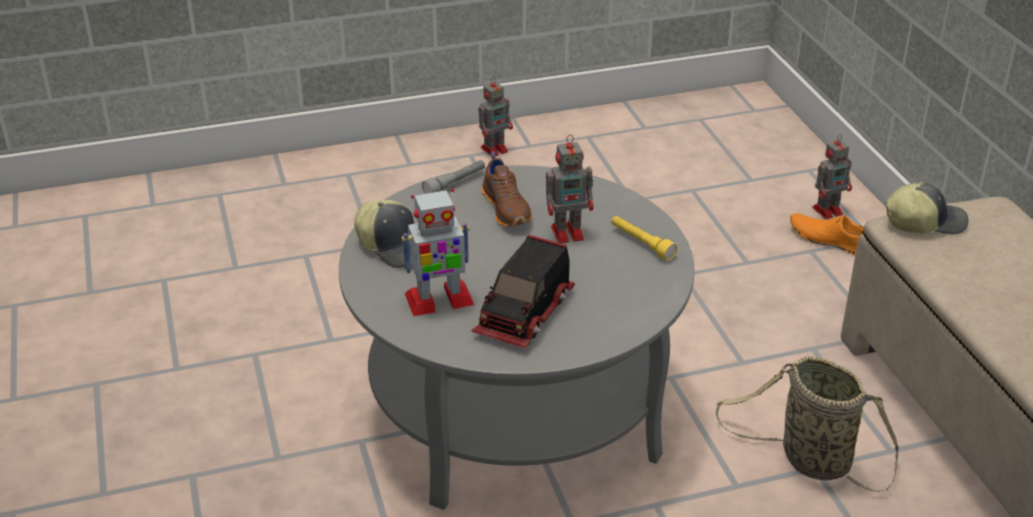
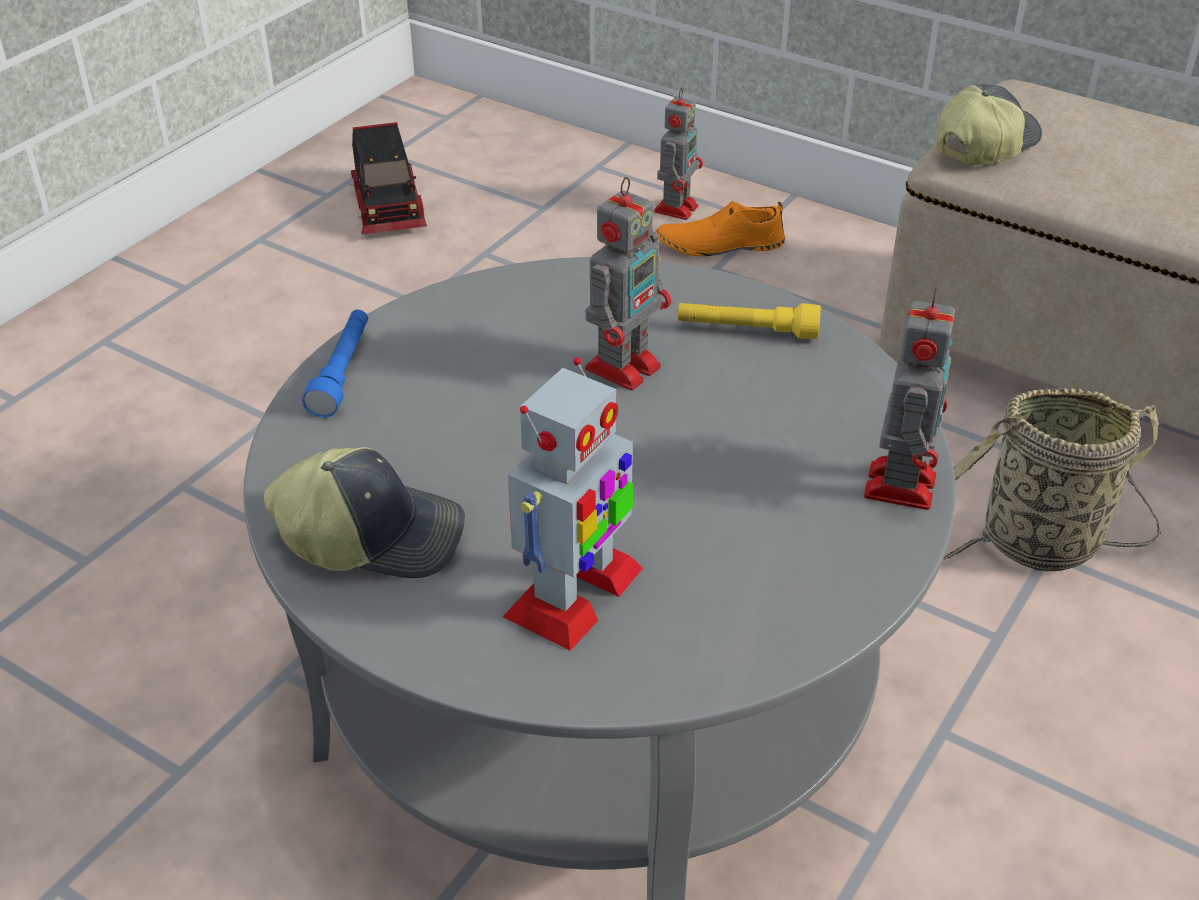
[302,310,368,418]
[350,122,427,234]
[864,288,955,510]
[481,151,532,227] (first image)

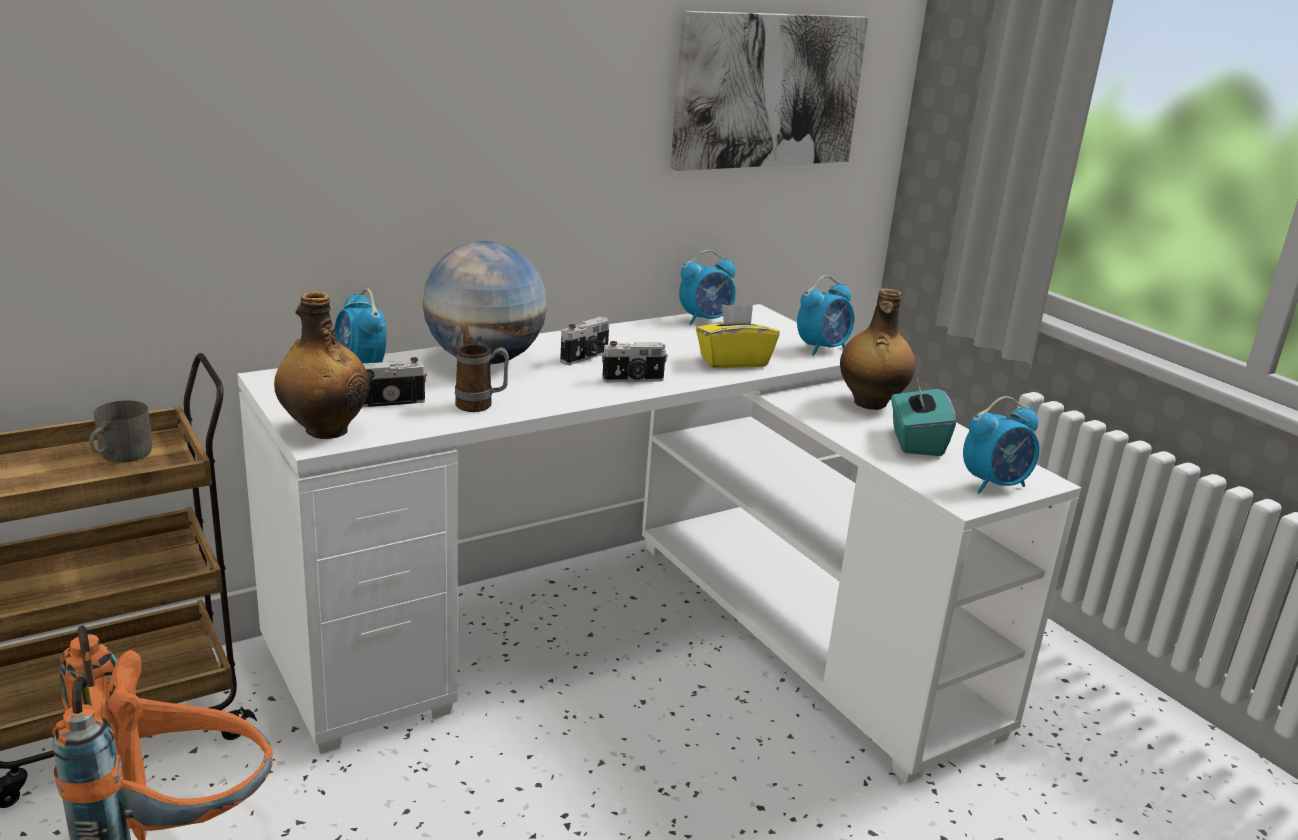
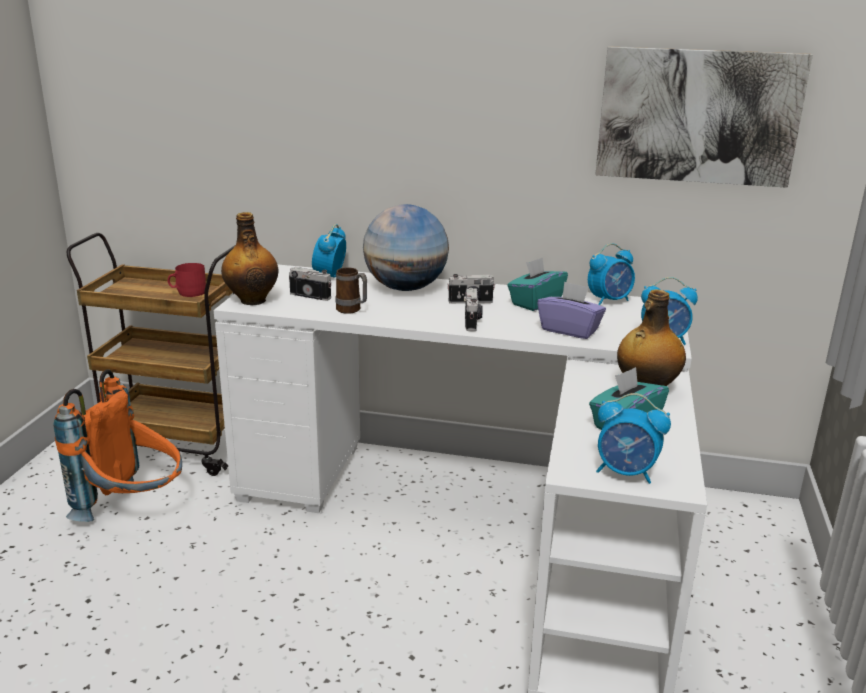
[168,263,206,297]
[464,288,483,331]
[588,243,635,305]
[537,282,606,339]
[507,258,568,311]

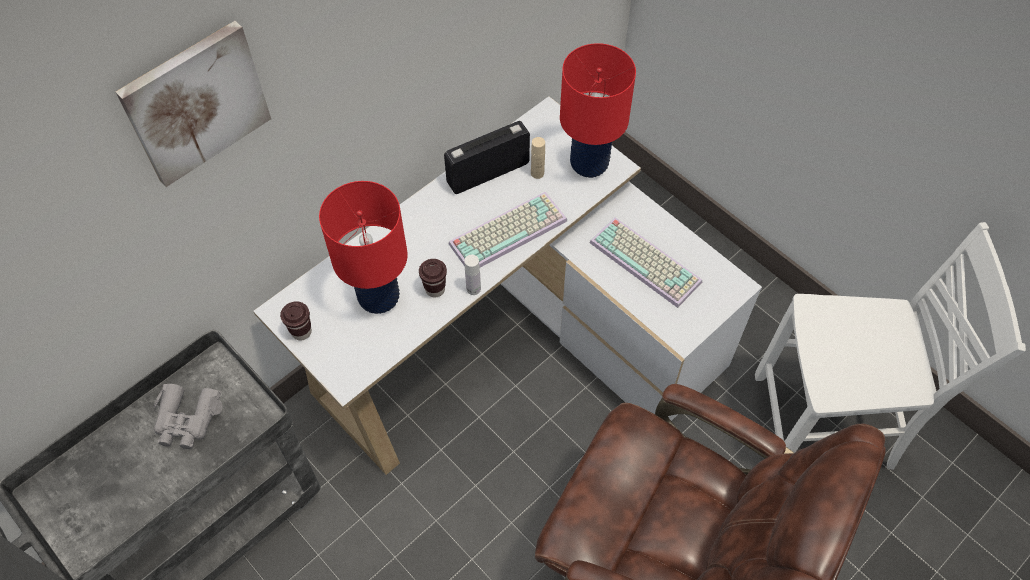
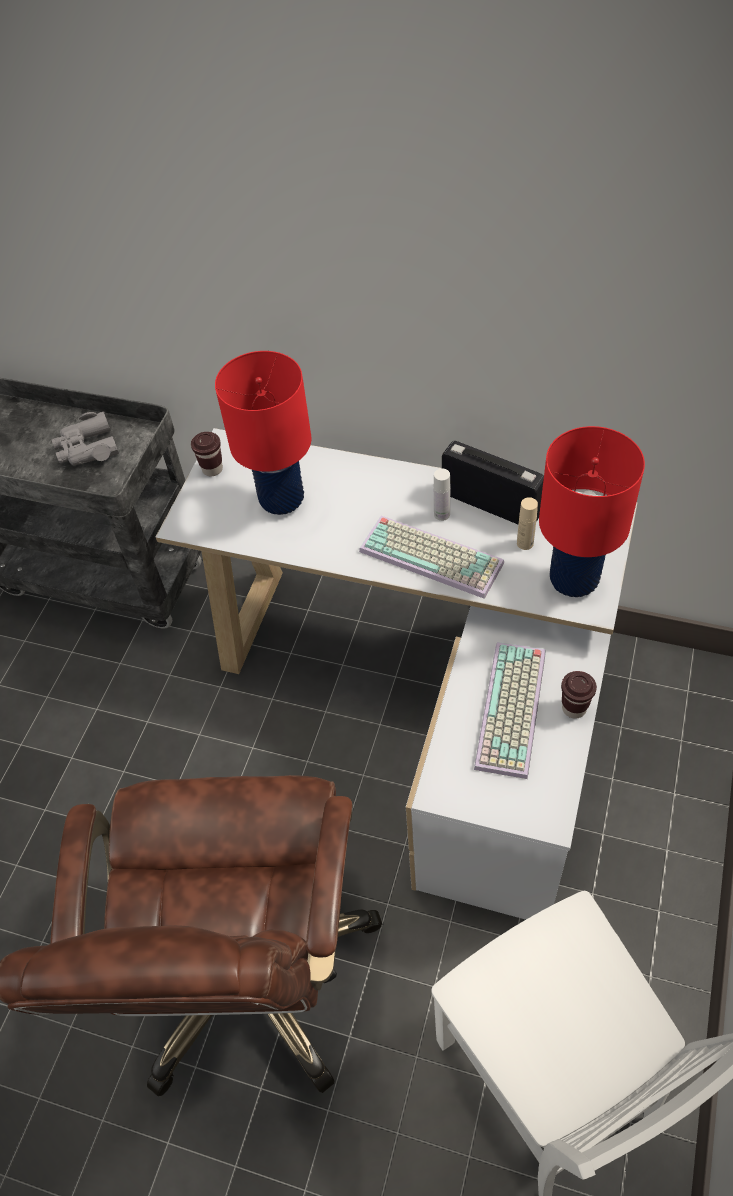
[116,21,271,187] (first image)
[561,671,597,719]
[434,469,450,521]

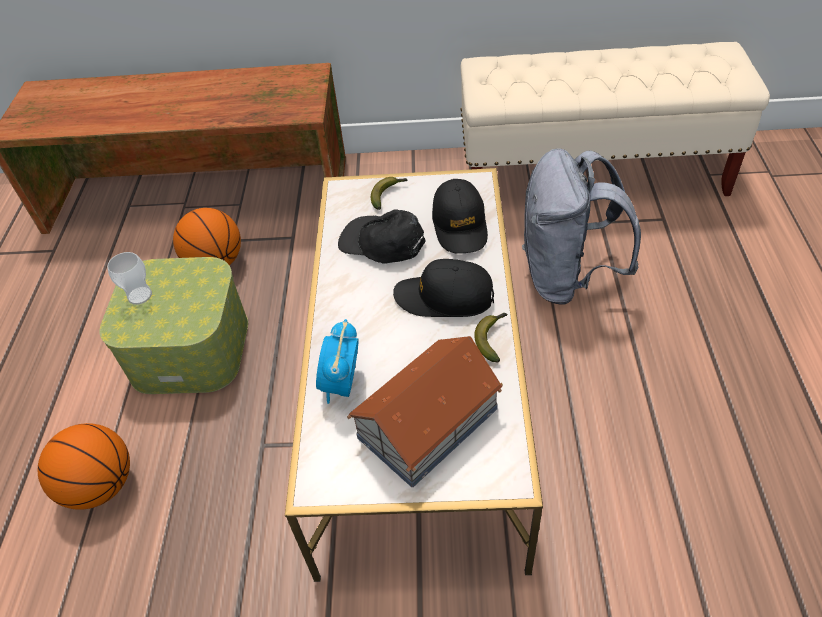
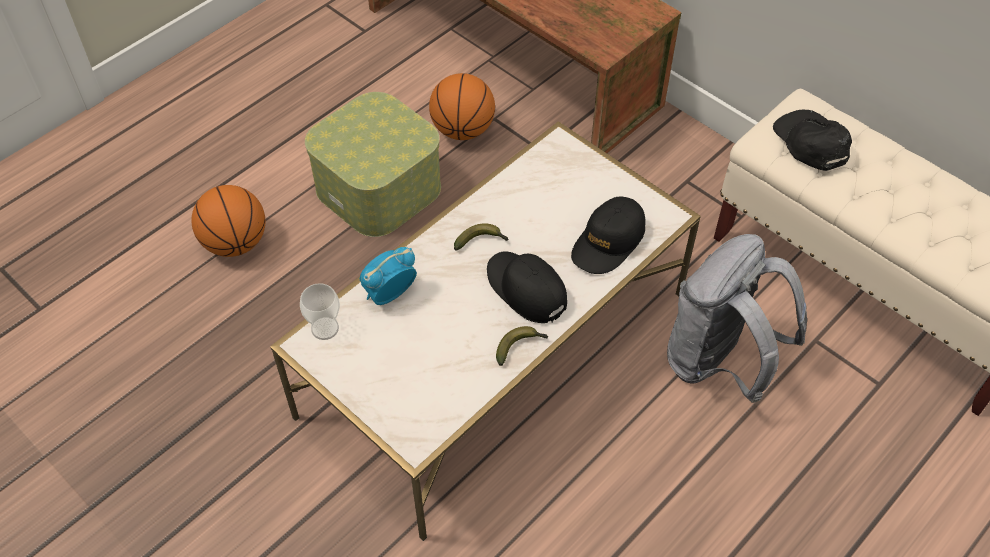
[300,283,340,340]
[773,110,852,171]
[347,336,503,487] (first image)
[454,223,509,251]

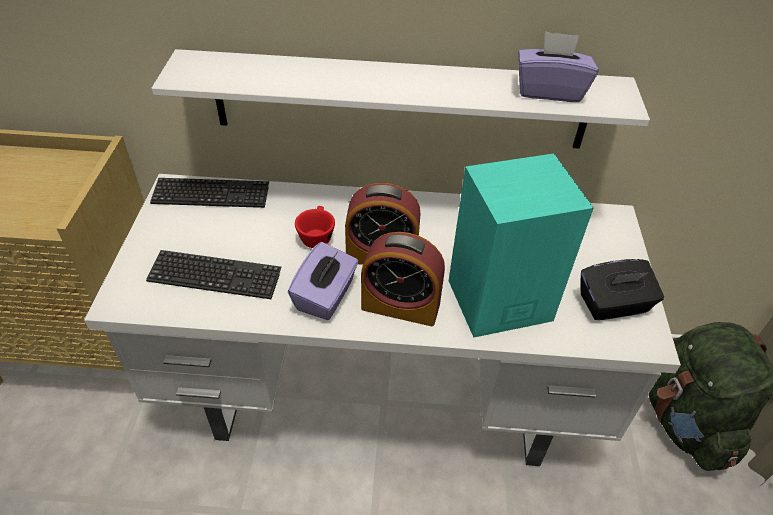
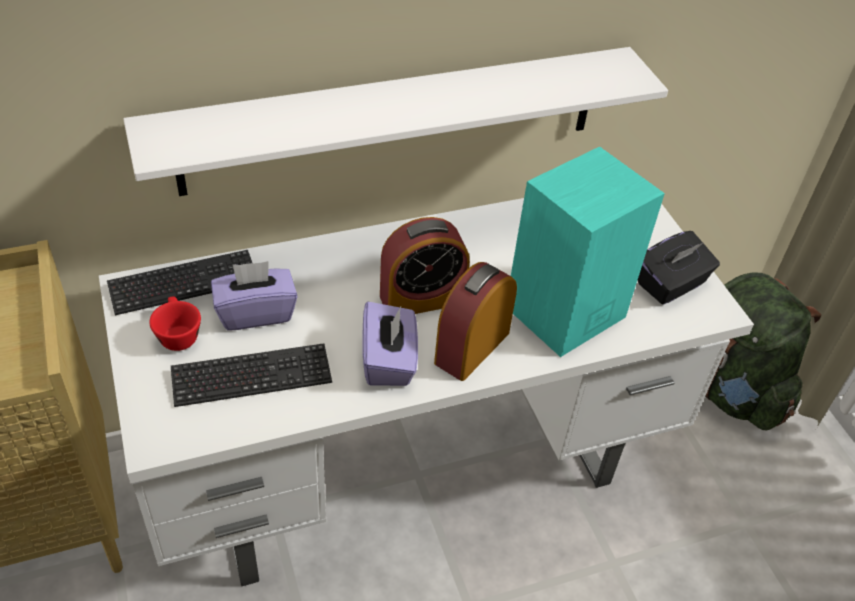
[149,297,201,351]
[434,262,517,381]
[211,261,298,331]

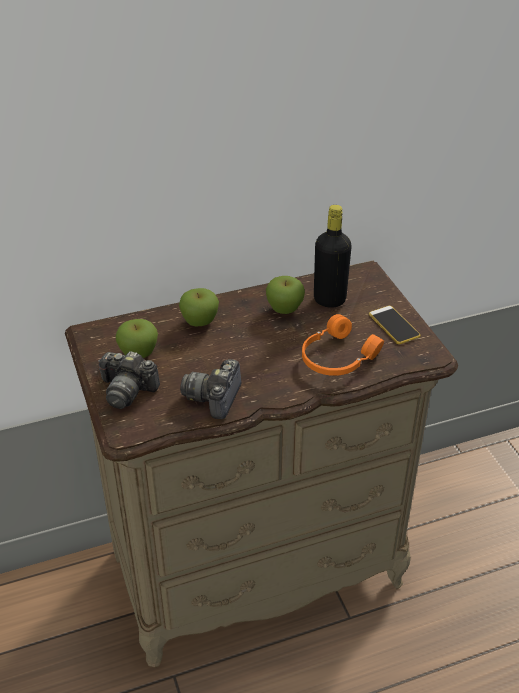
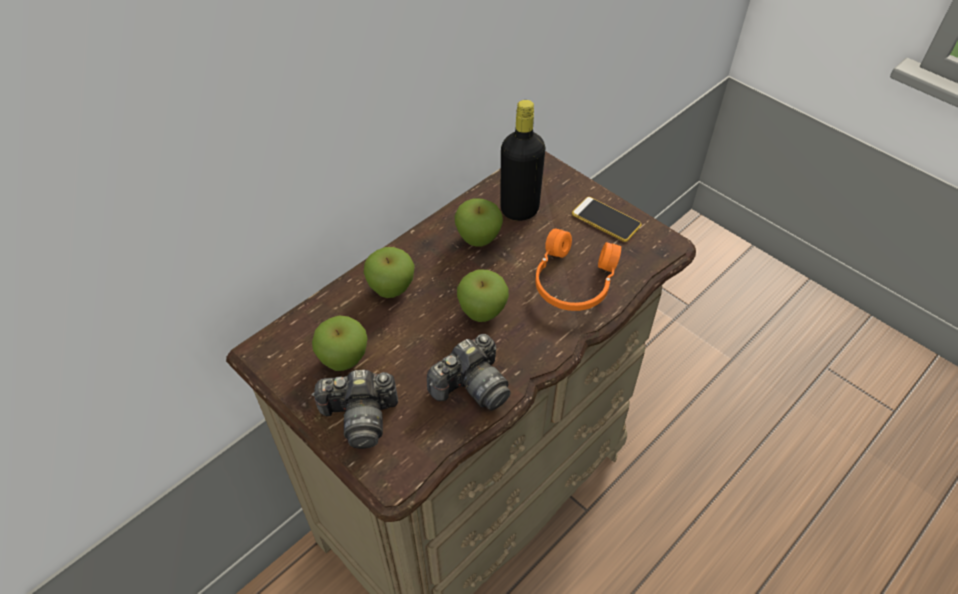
[427,334,511,410]
[457,269,509,322]

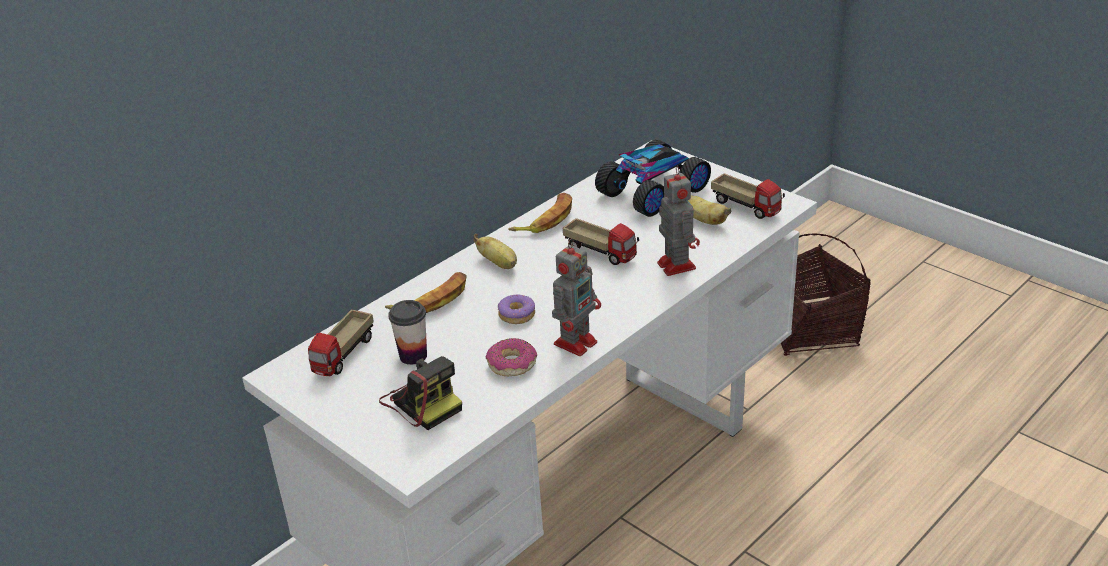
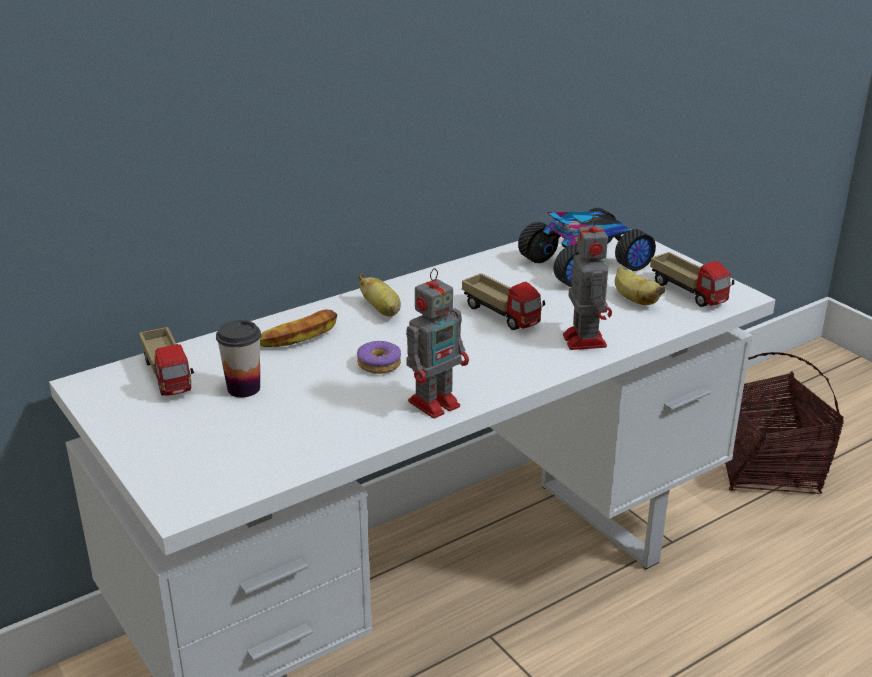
[139,327,194,396]
[379,356,462,430] (first image)
[486,338,537,376] (first image)
[509,193,572,233] (first image)

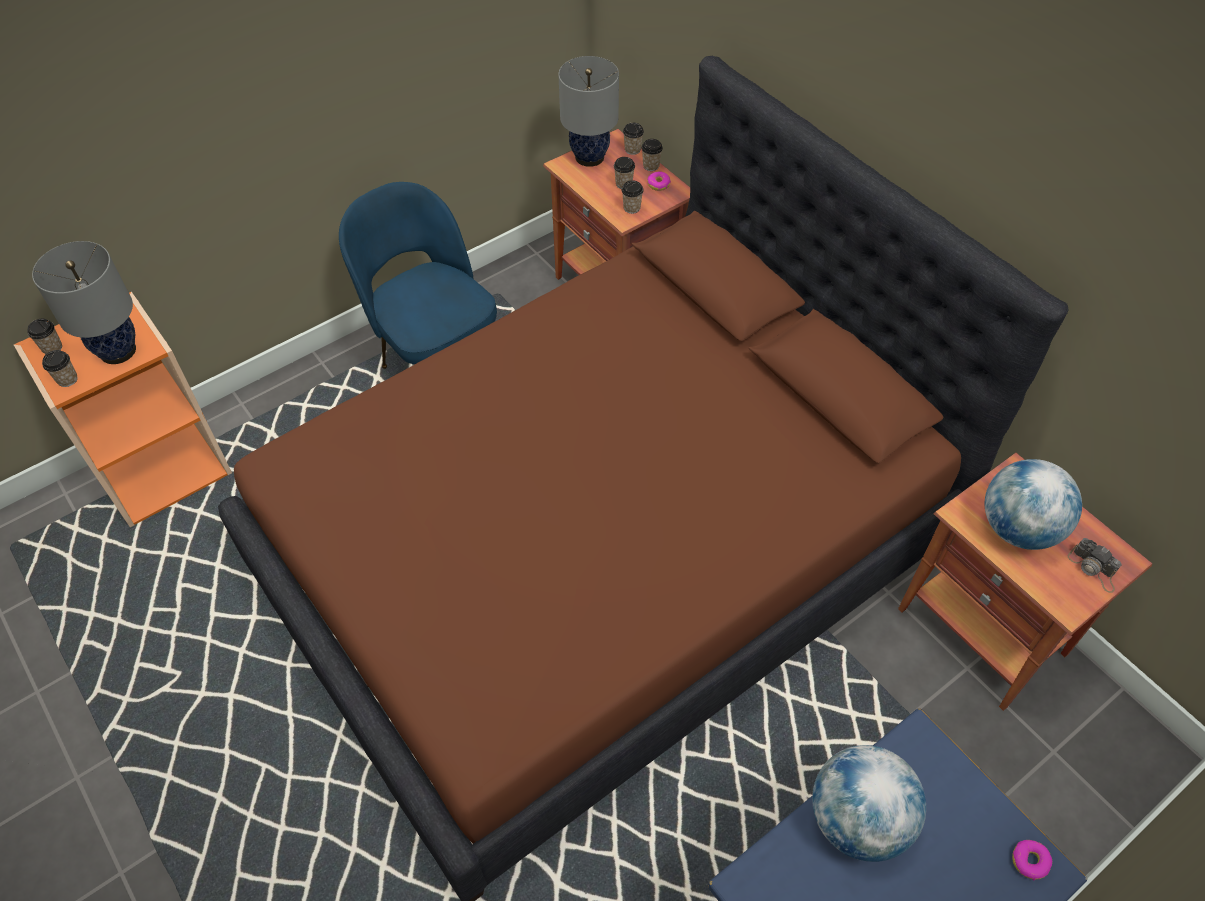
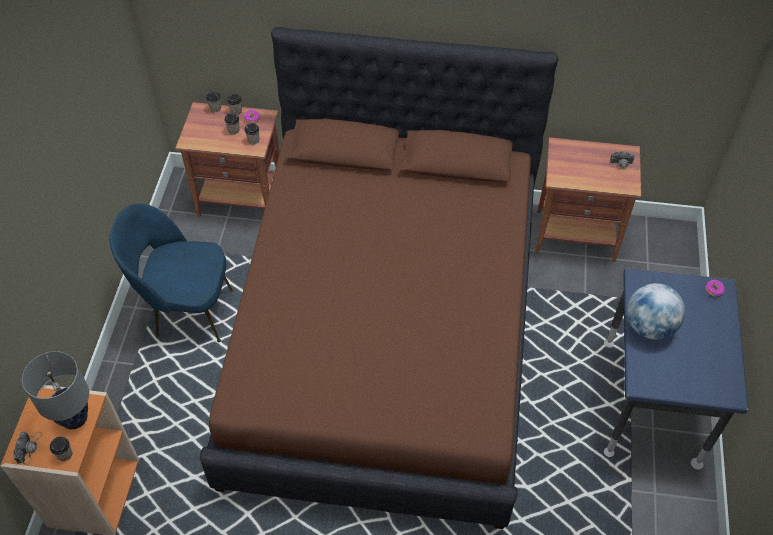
[13,432,42,465]
[558,56,619,167] (first image)
[985,459,1082,550] (first image)

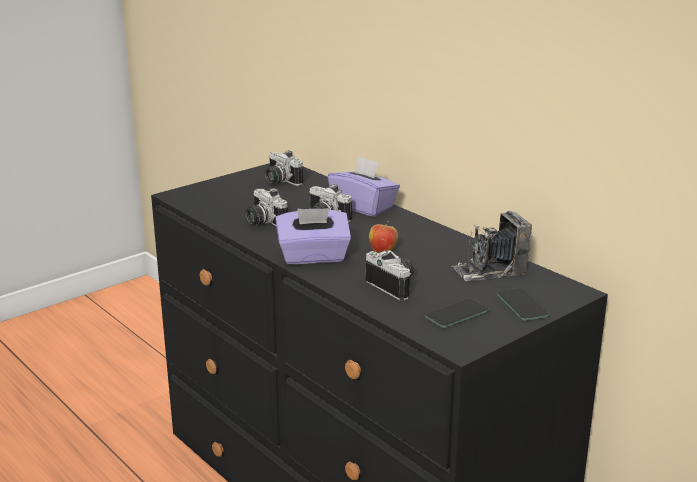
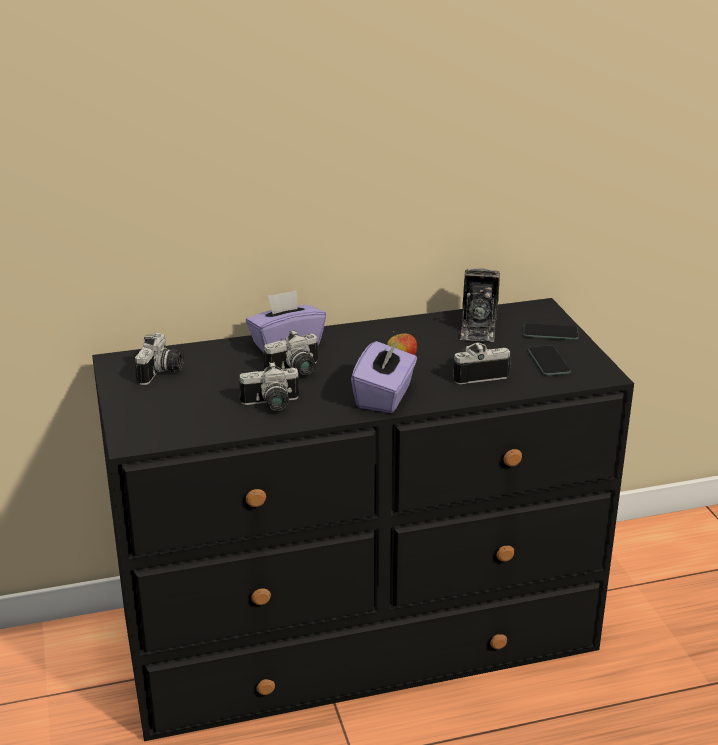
[135,333,184,385]

